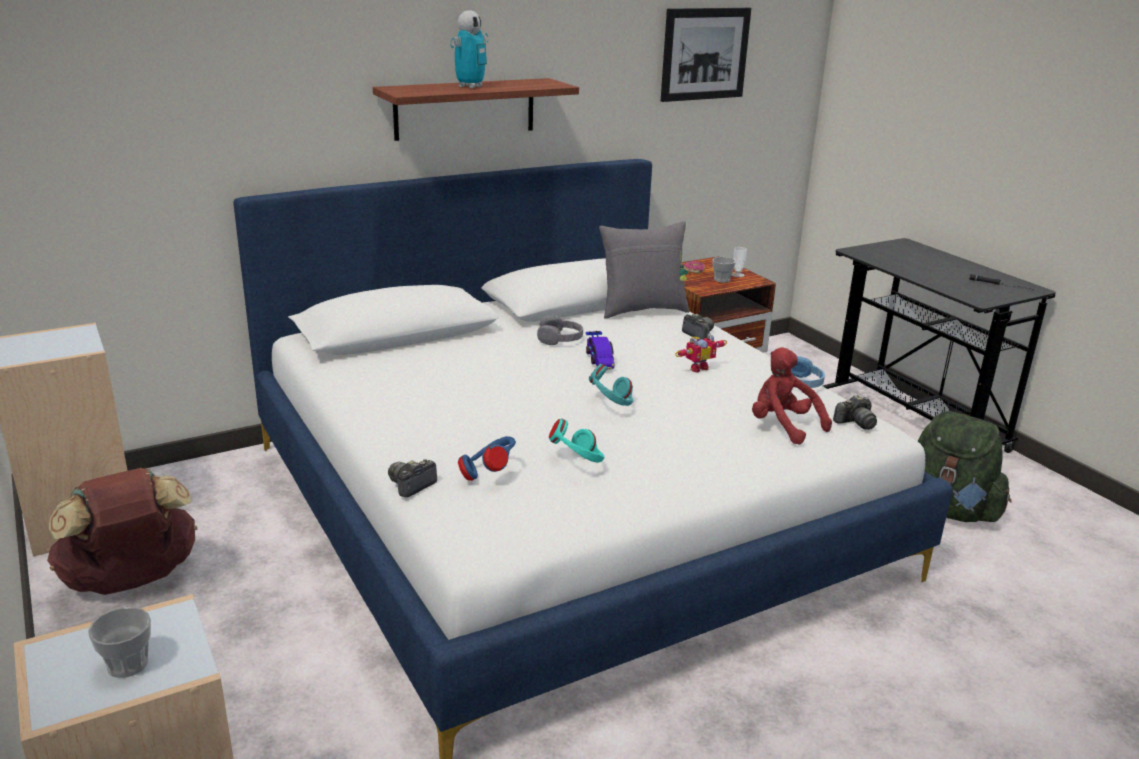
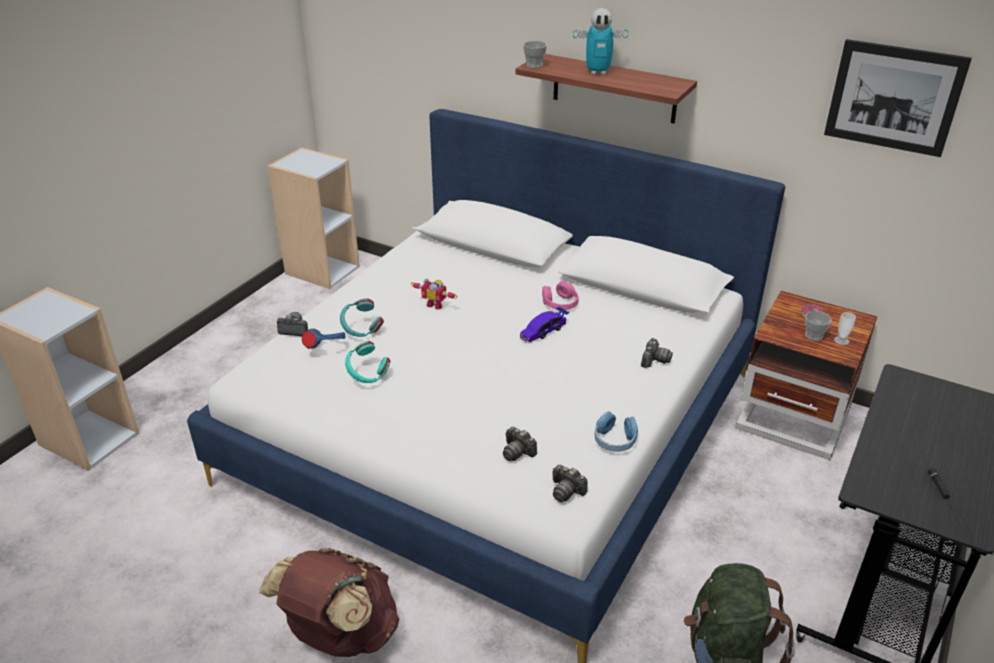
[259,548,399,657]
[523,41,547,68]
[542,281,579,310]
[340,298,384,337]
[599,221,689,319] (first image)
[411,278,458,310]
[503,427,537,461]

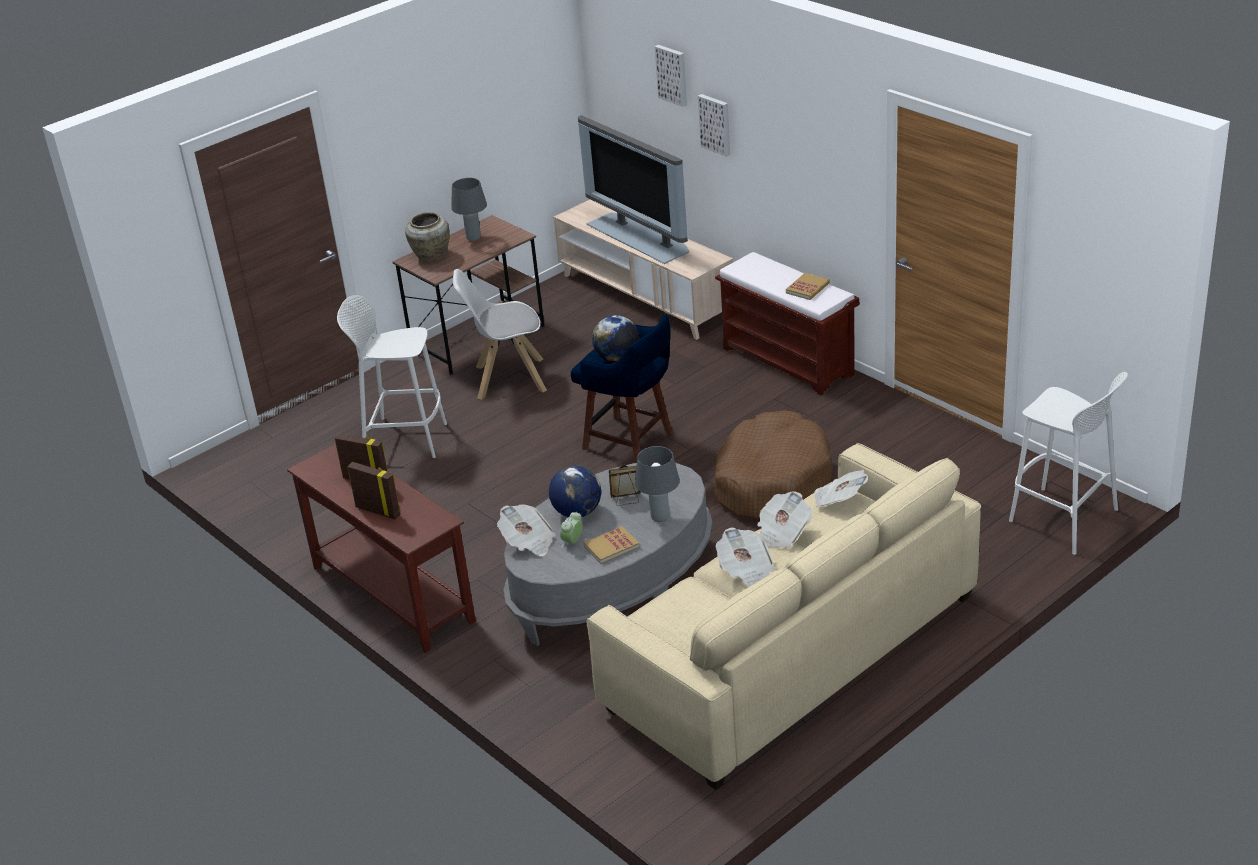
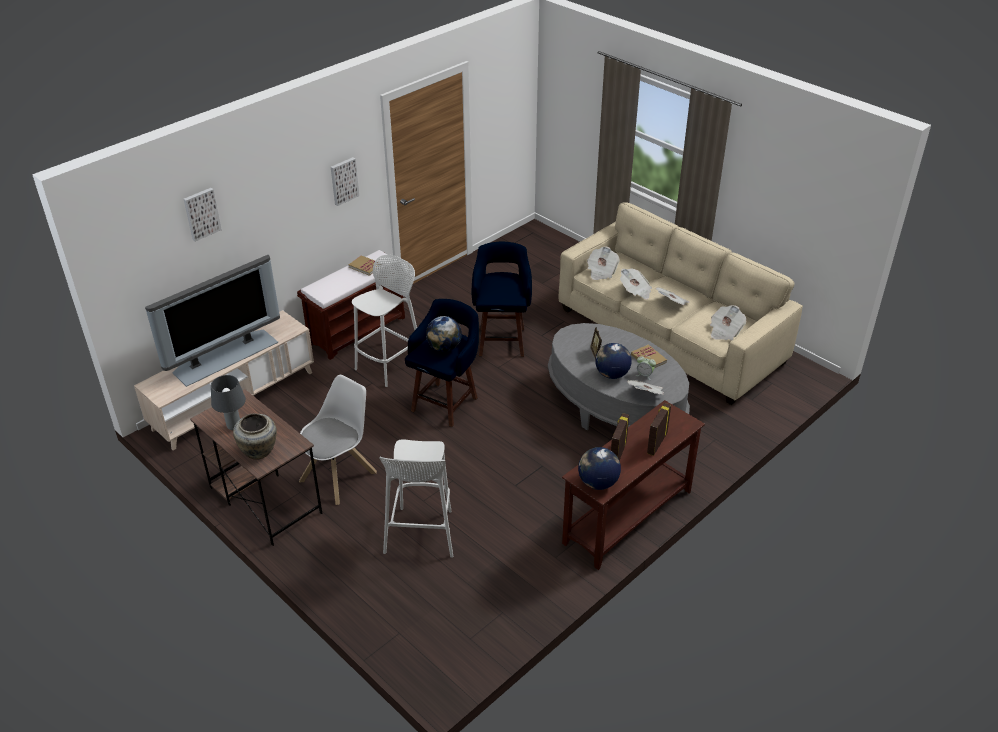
[299,375,377,505]
[635,446,680,522] (first image)
[331,157,359,206]
[472,242,532,357]
[352,255,417,387]
[578,447,621,490]
[710,305,746,340]

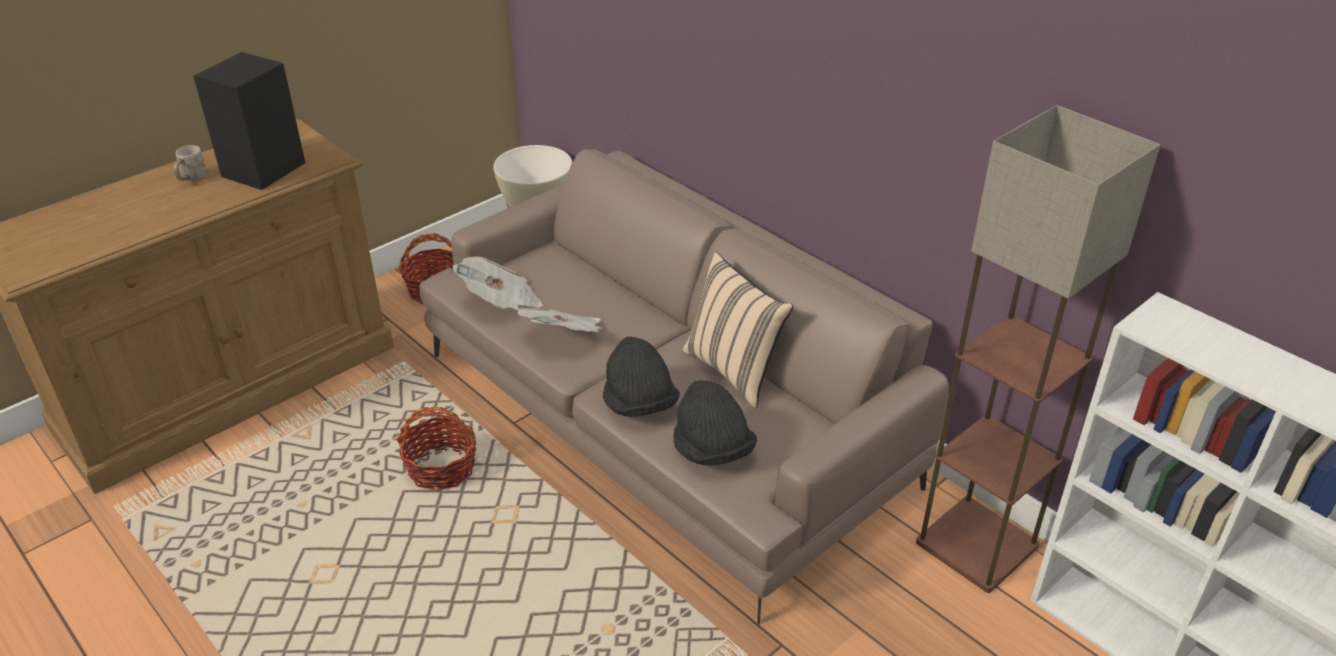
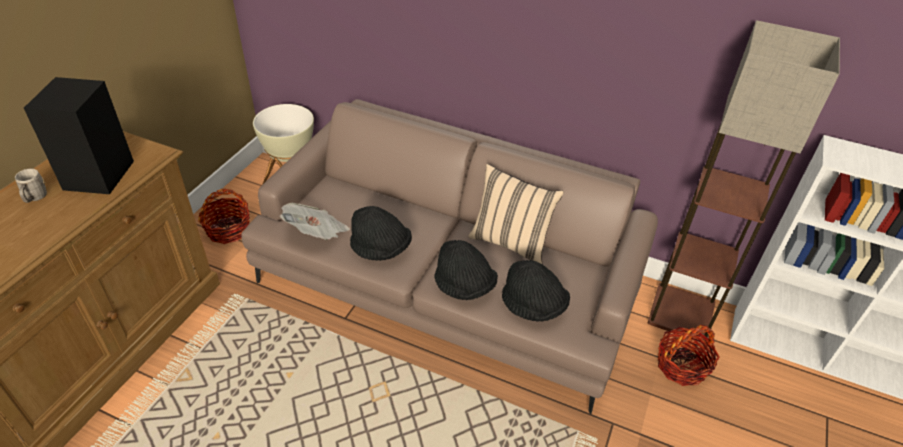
[658,325,720,386]
[350,206,412,261]

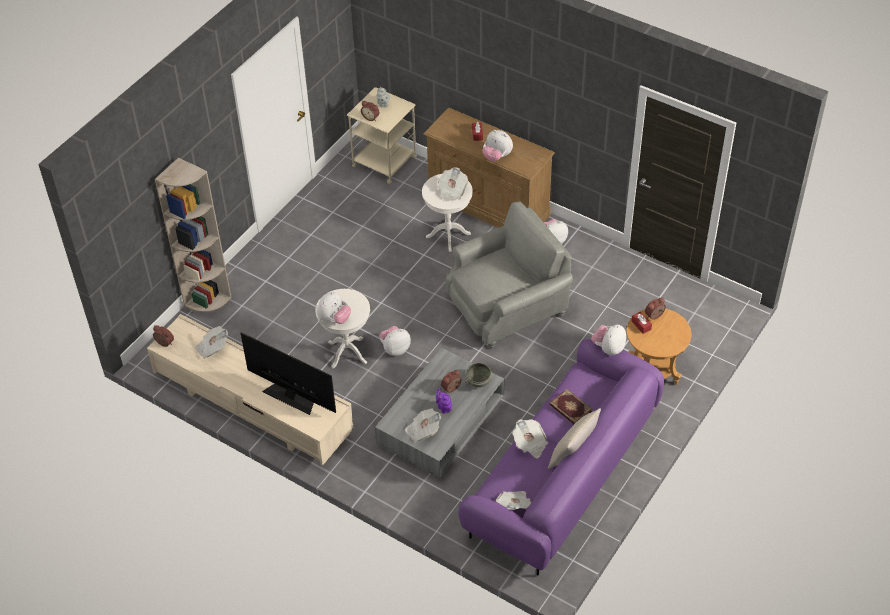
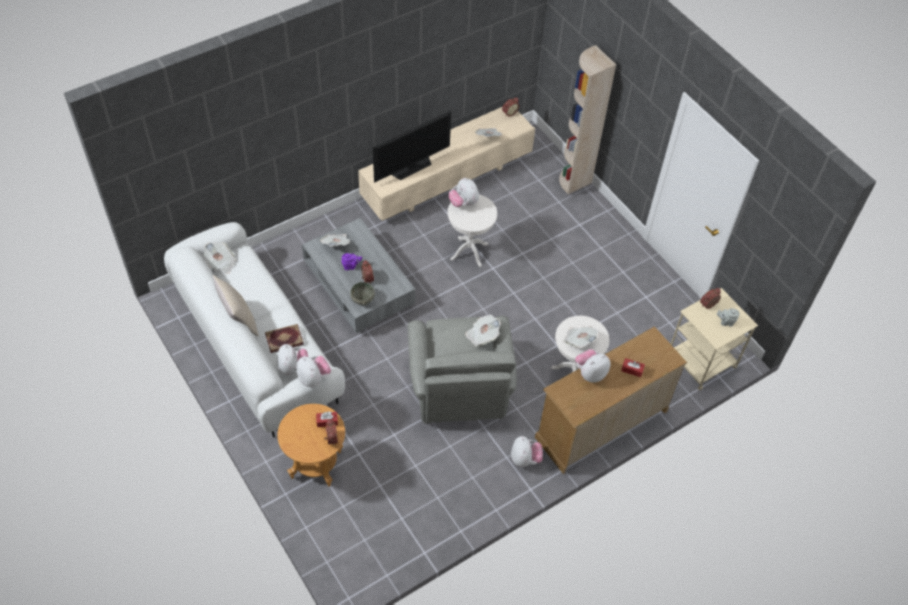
[277,344,308,375]
[164,222,345,437]
[465,315,501,347]

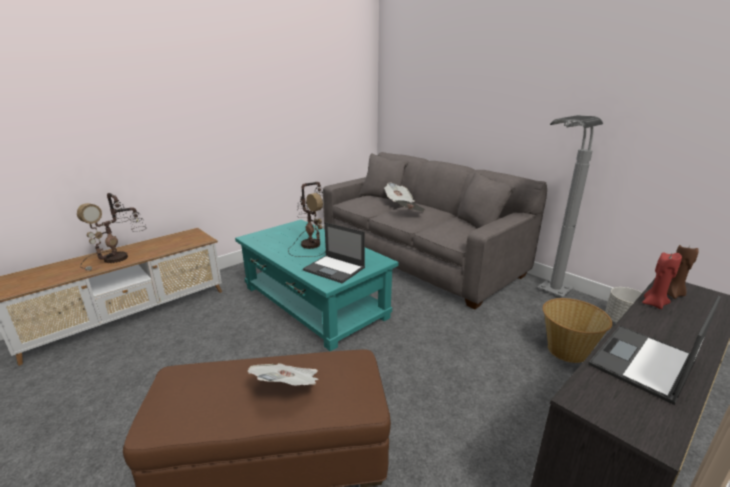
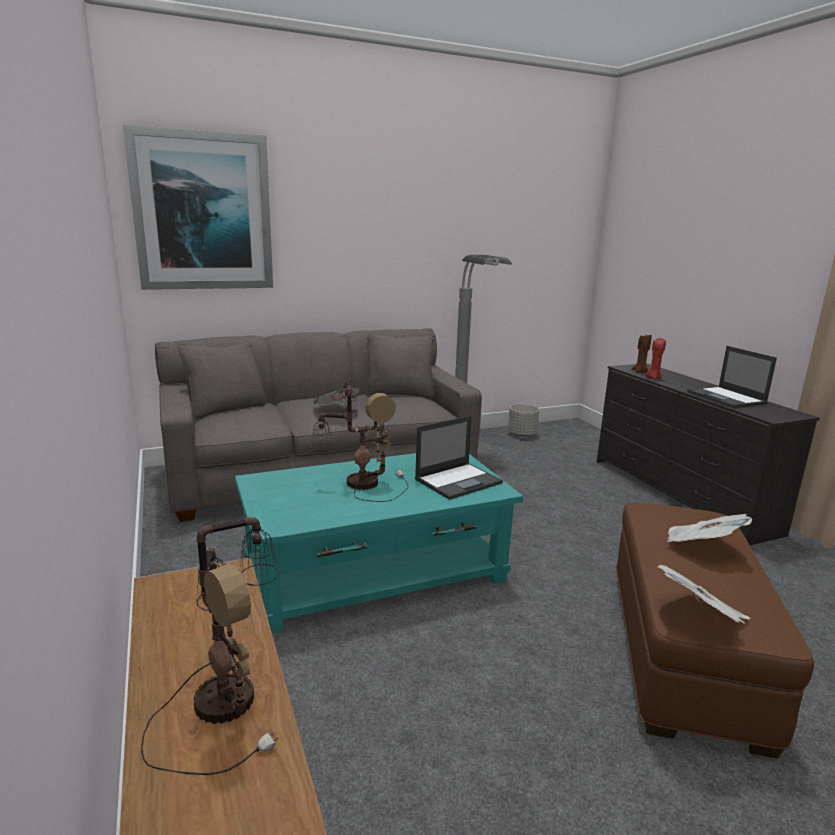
[657,565,751,623]
[543,298,612,363] (first image)
[123,124,273,290]

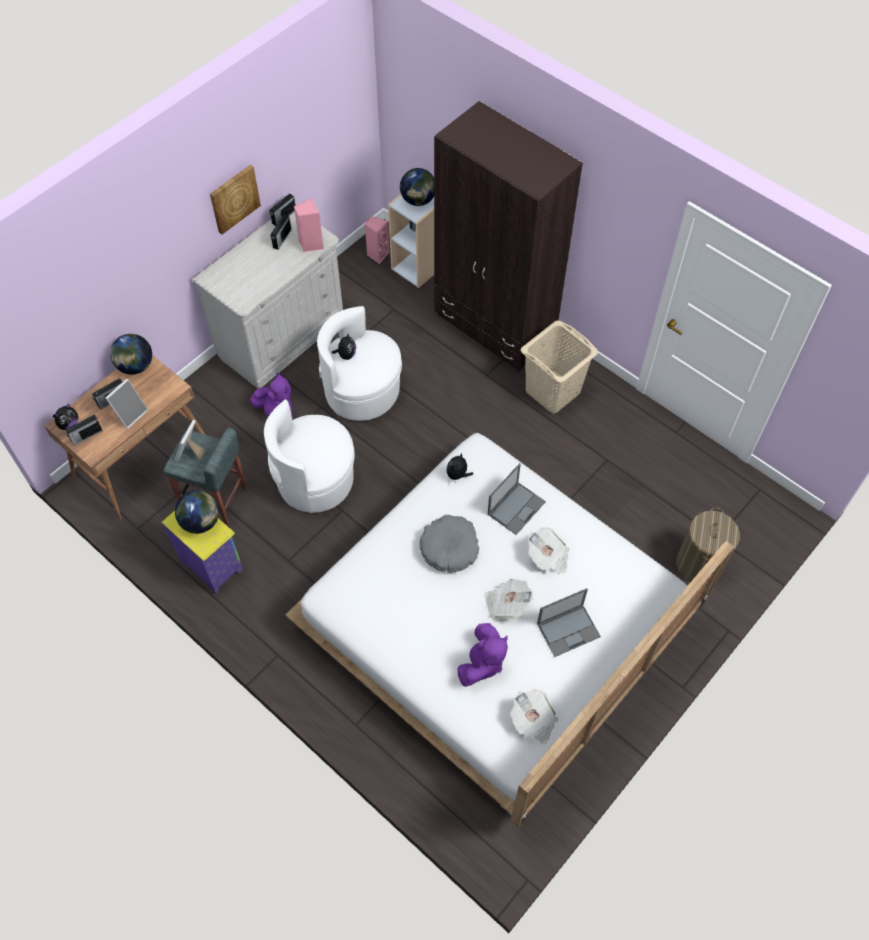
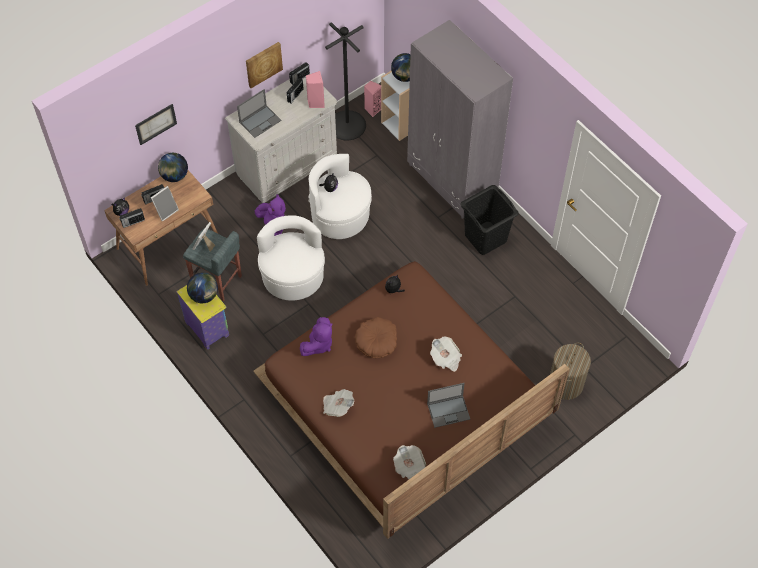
[257,215,325,301]
[253,261,569,539]
[355,317,397,358]
[407,20,513,219]
[300,317,332,356]
[323,389,354,417]
[237,89,282,138]
[460,185,519,255]
[135,104,177,145]
[325,22,366,140]

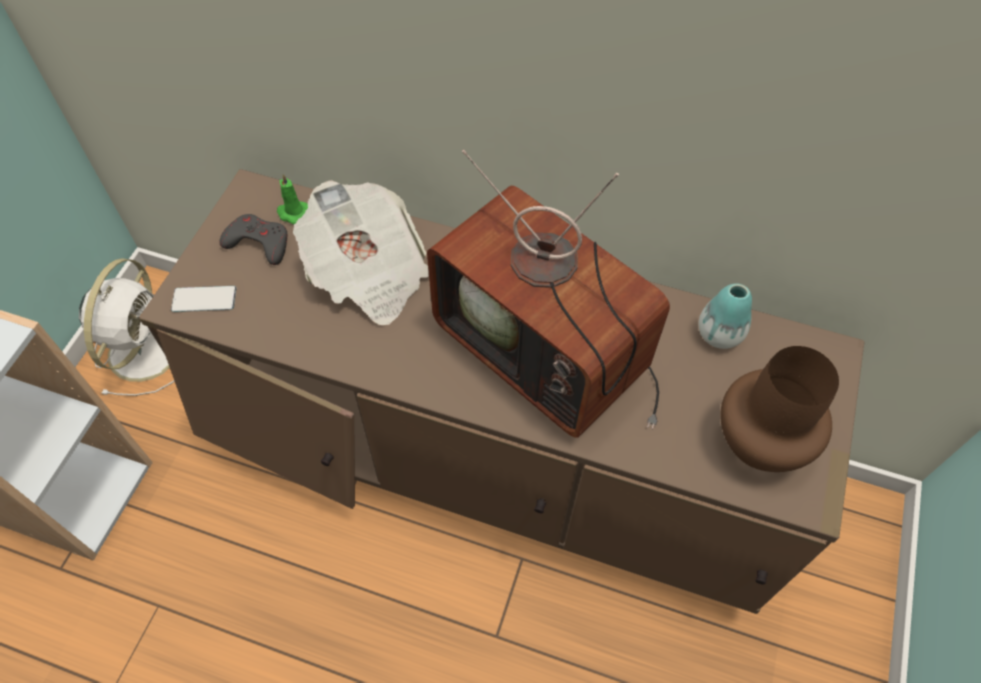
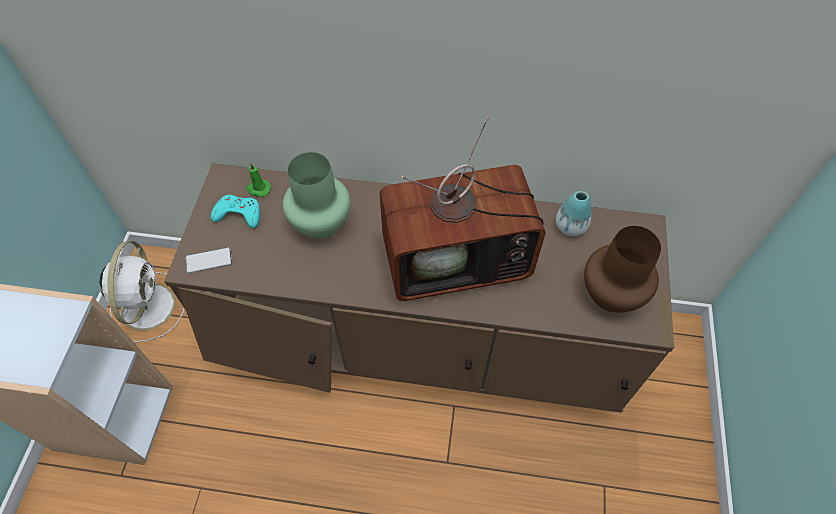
[211,195,260,228]
[283,152,351,239]
[379,117,545,301]

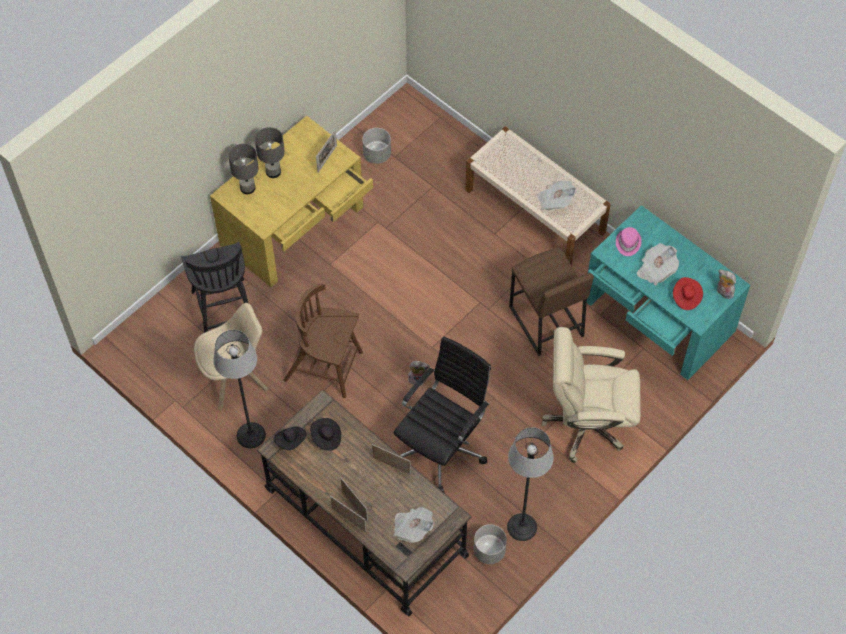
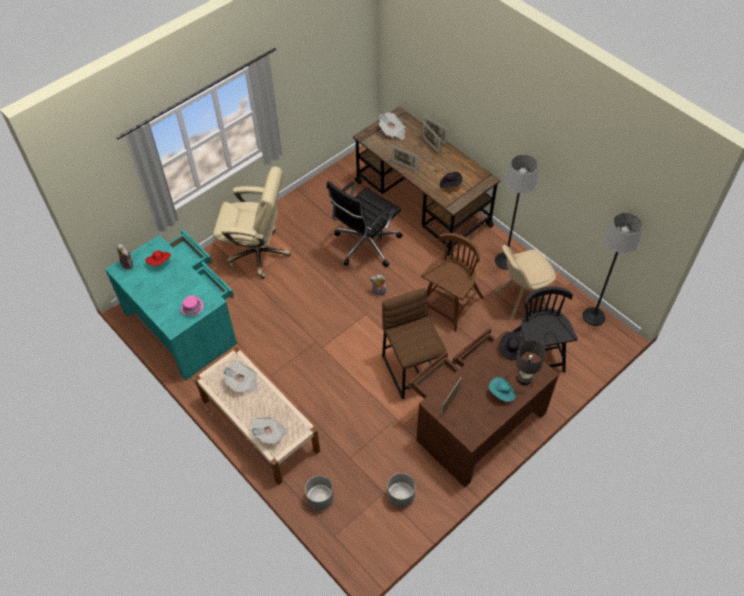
[408,328,559,487]
[489,377,515,402]
[499,332,525,360]
[421,233,484,332]
[305,476,334,510]
[582,213,642,326]
[382,288,447,399]
[250,417,288,444]

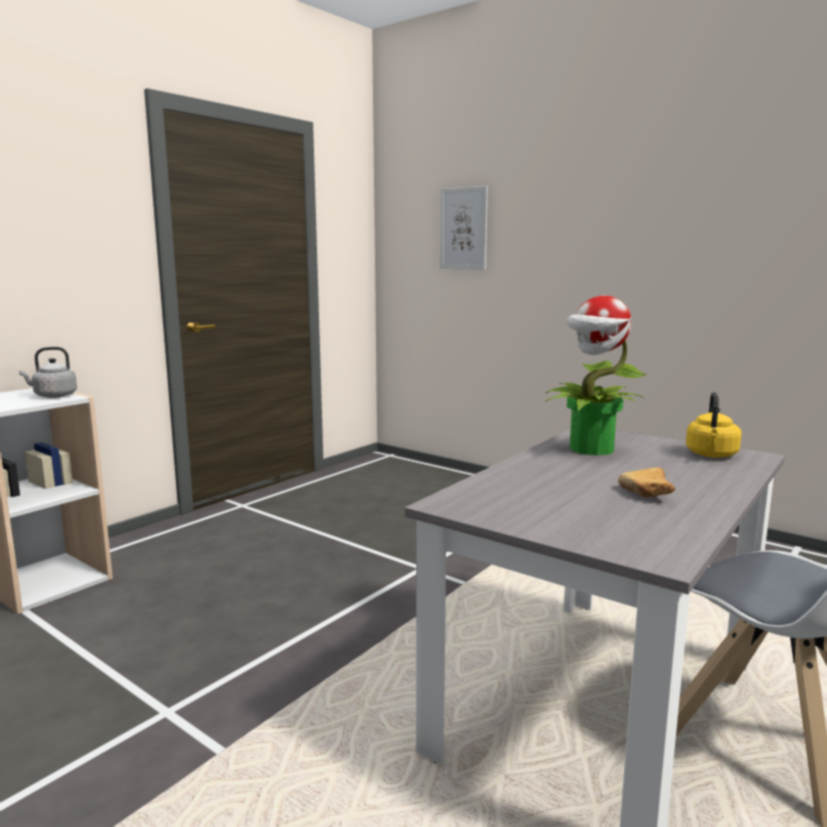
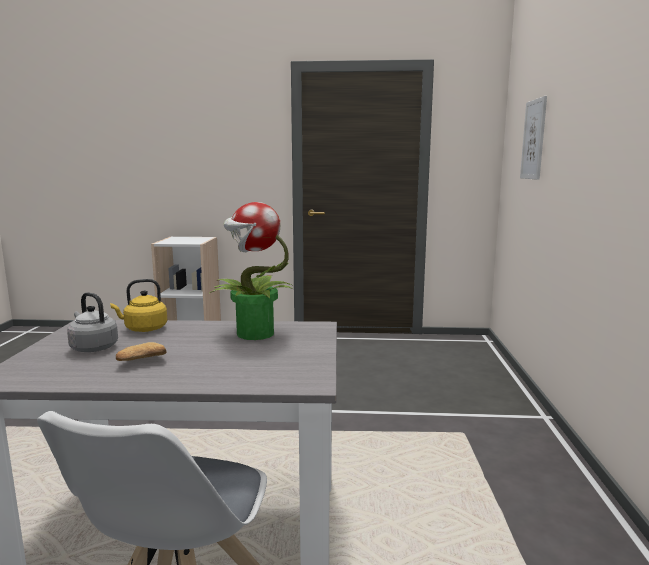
[67,292,118,352]
[110,279,167,332]

